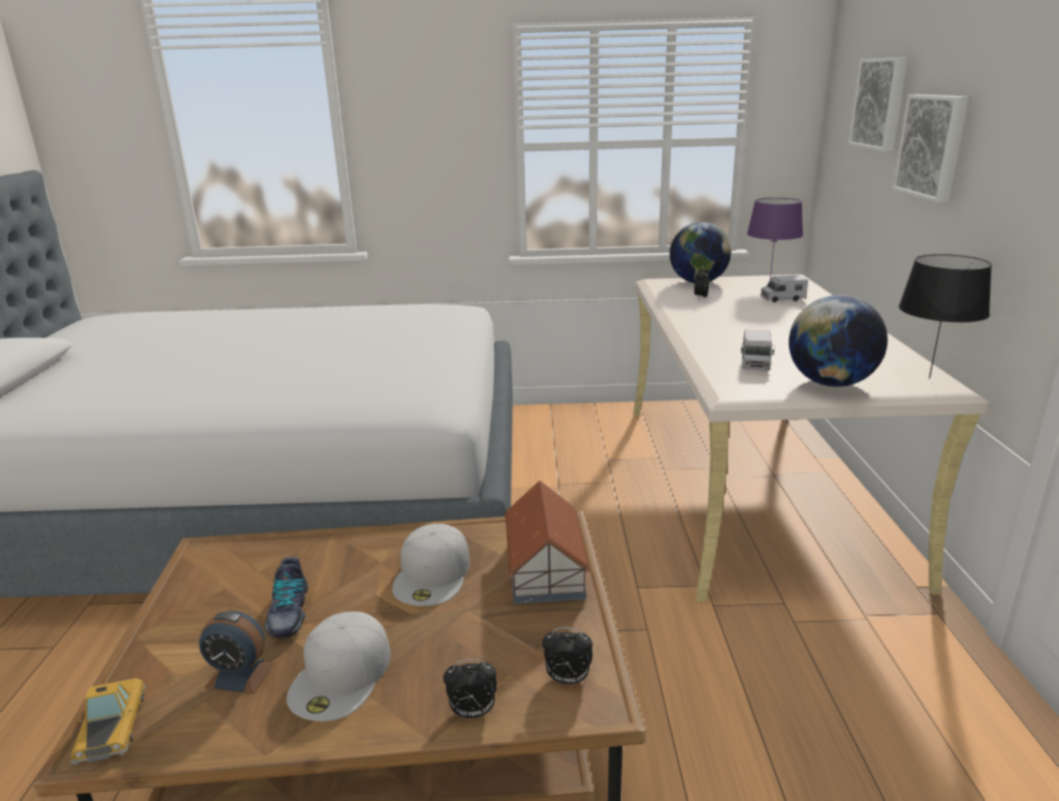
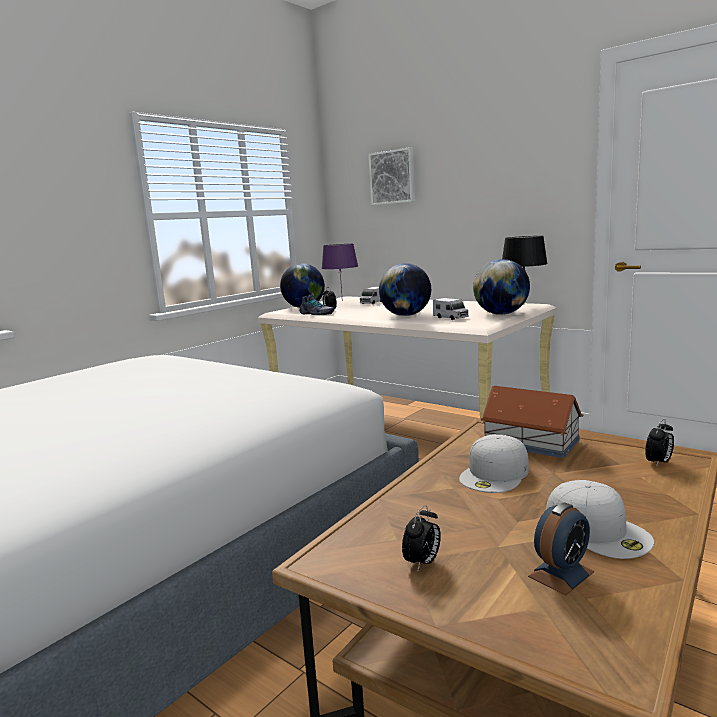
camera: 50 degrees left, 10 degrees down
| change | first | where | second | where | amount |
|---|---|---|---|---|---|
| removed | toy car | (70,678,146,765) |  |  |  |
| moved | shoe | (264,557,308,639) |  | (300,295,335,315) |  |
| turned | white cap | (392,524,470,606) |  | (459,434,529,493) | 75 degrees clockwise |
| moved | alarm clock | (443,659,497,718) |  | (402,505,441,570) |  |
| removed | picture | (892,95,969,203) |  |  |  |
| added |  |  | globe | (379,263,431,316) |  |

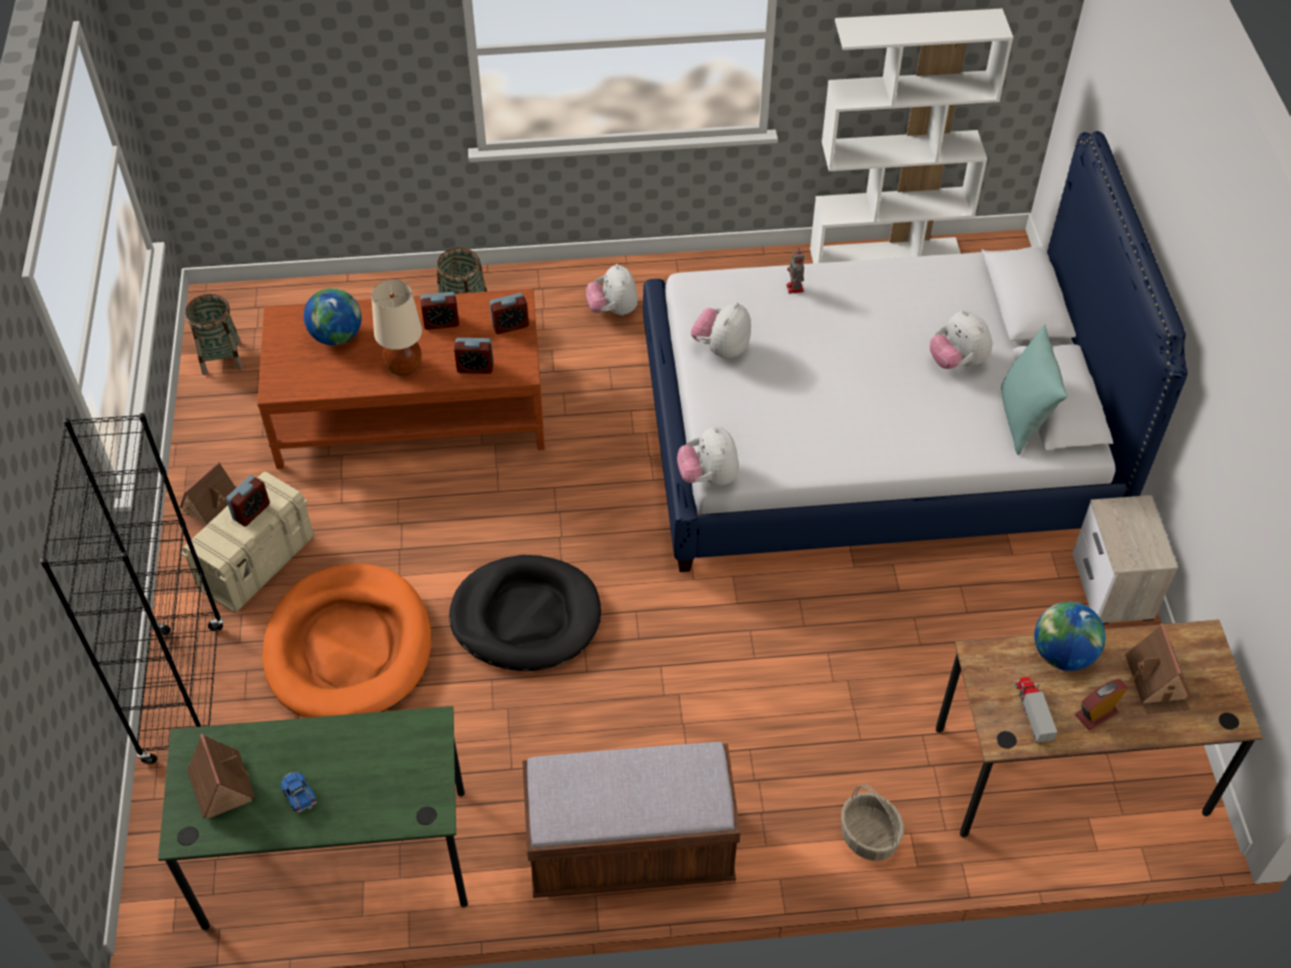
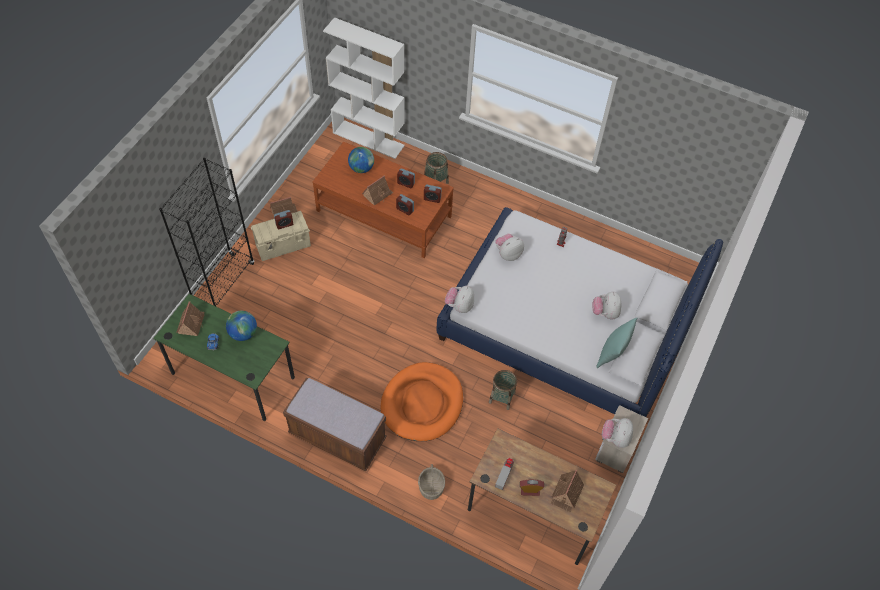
camera: 30 degrees right, 5 degrees up
| change | first | where | second | where | amount |
|---|---|---|---|---|---|
| moved | basket | (185,294,243,375) |  | (489,370,517,410) |  |
| moved | orange dog bed | (263,564,431,718) |  | (380,362,463,441) |  |
| replaced | beige table lamp | (371,280,422,376) | toy house | (362,176,393,206) |  |
| removed | black dog bed | (449,555,601,671) |  |  |  |
| moved | plush toy | (586,264,638,316) |  | (602,418,633,448) |  |
| moved | white bookcase | (810,8,1013,263) |  | (323,17,405,159) |  |
| moved | globe | (1034,602,1105,671) |  | (226,311,257,341) |  |

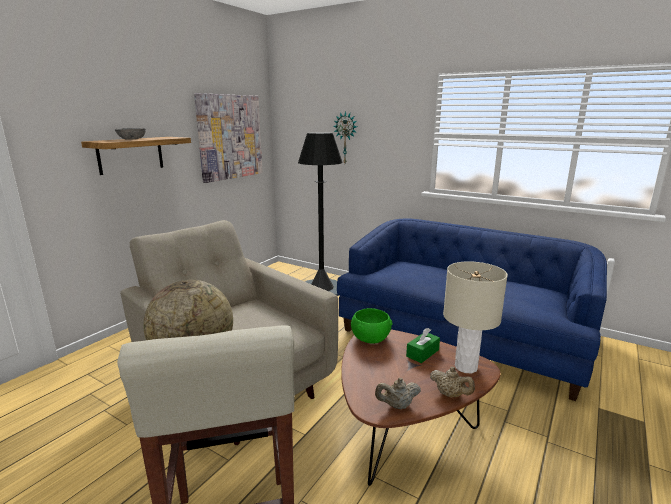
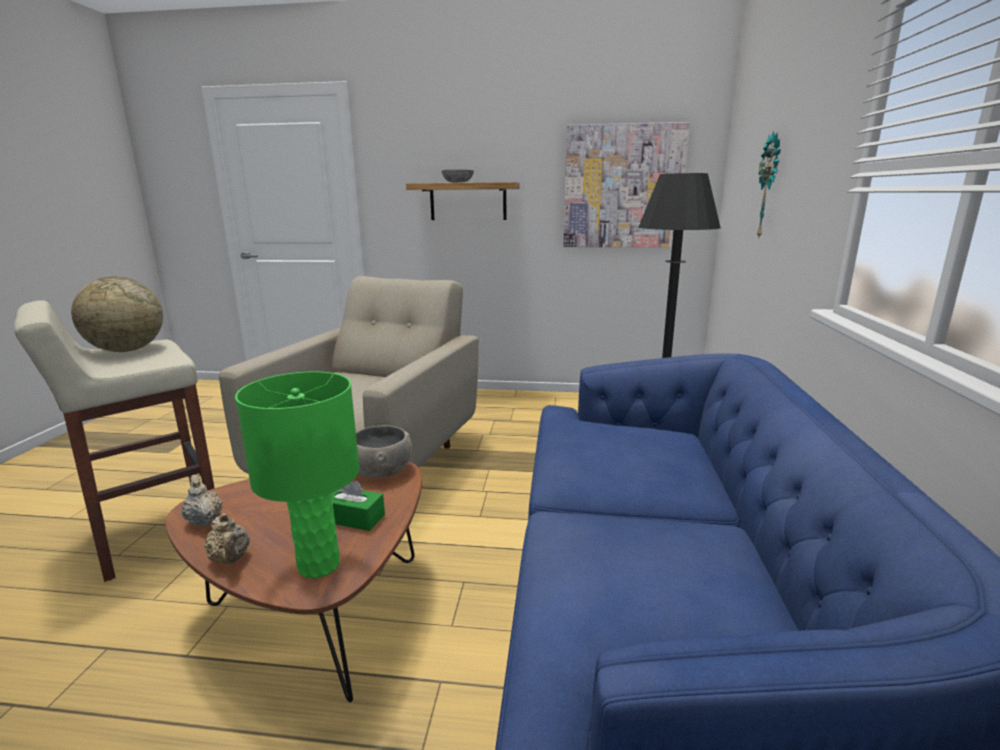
camera: 65 degrees right, 0 degrees up
| change | first | where | second | where | amount |
|---|---|---|---|---|---|
| recoloured | green bowl | (351,308,392,343) | grey bowl | (356,425,412,478) |  |
| turned | beige teapot | (430,367,475,398) |  | (204,513,250,564) | 45 degrees counterclockwise |
| recoloured | beige table lamp | (443,261,508,373) | green table lamp | (235,371,360,579) |  |

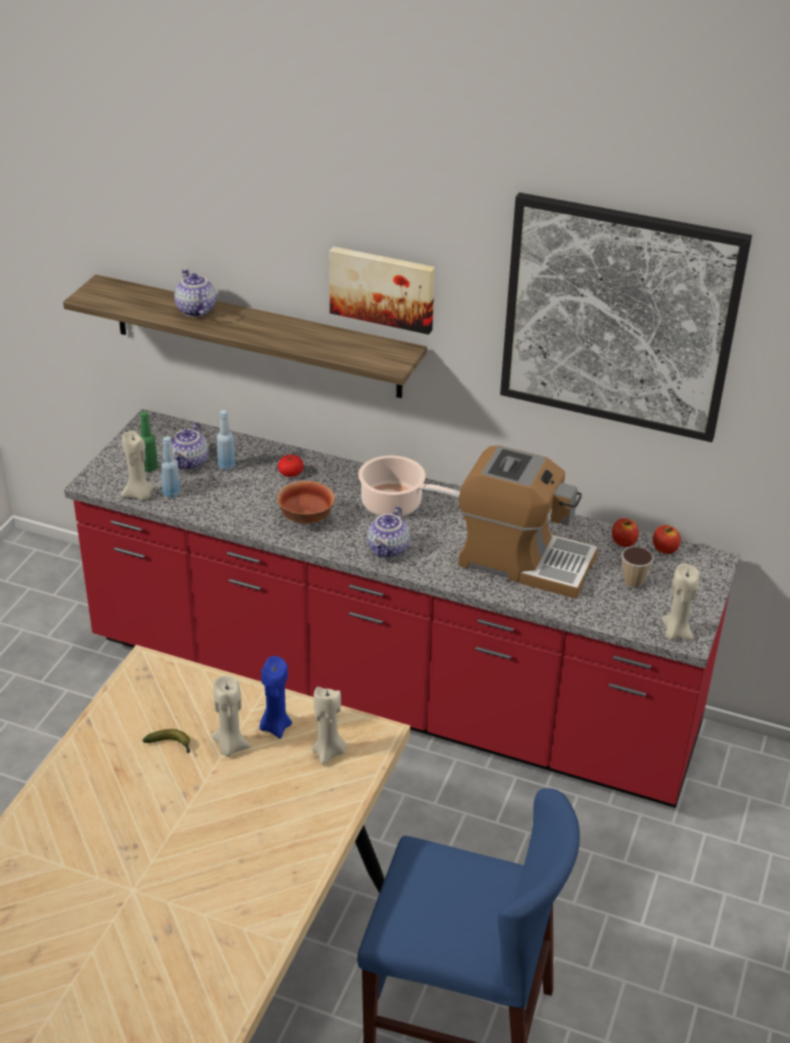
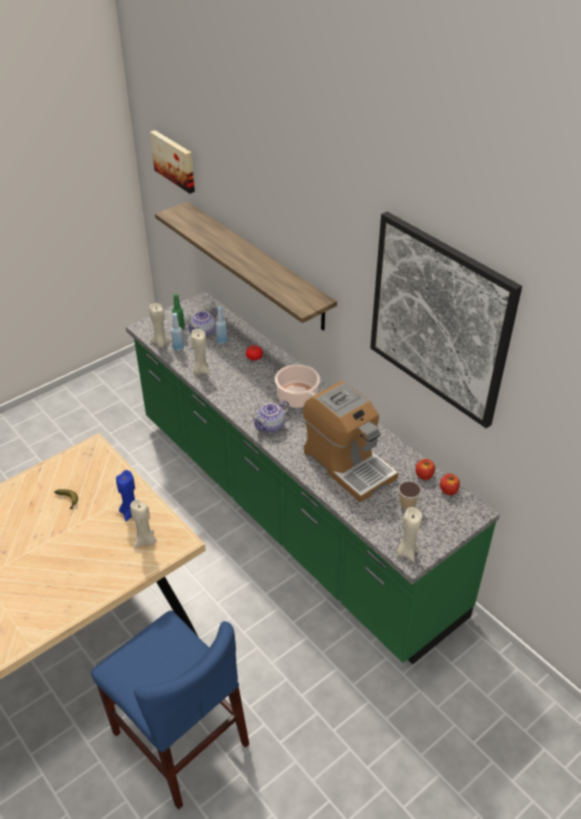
camera: 30 degrees right, 5 degrees up
| change | first | where | second | where | amount |
|---|---|---|---|---|---|
| recoloured | red counter | (64,409,740,808) | green counter | (126,291,500,664) |  |
| removed | teapot | (174,269,216,317) |  |  |  |
| moved | beige candle | (211,676,251,756) |  | (191,329,209,374) |  |
| removed | bowl | (277,481,335,525) |  |  |  |
| moved | picture | (329,246,435,335) |  | (150,130,195,194) |  |

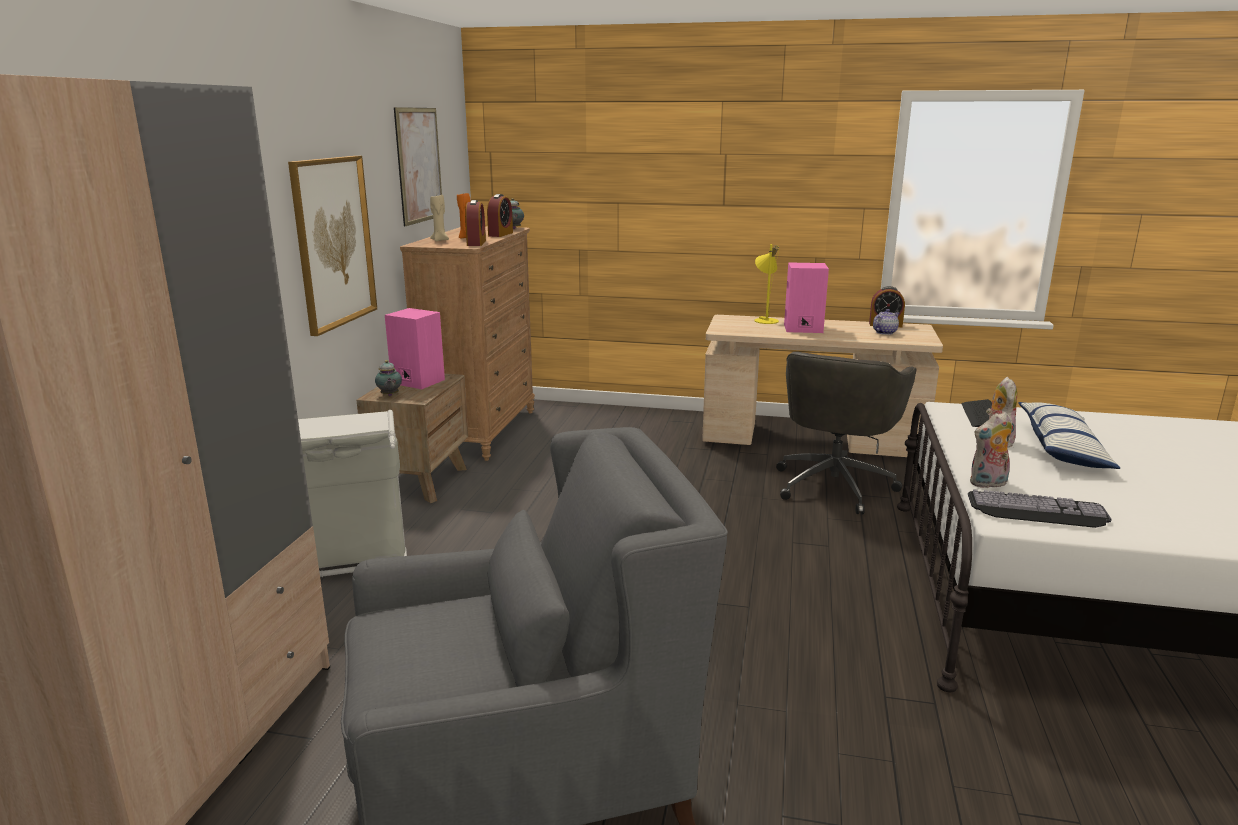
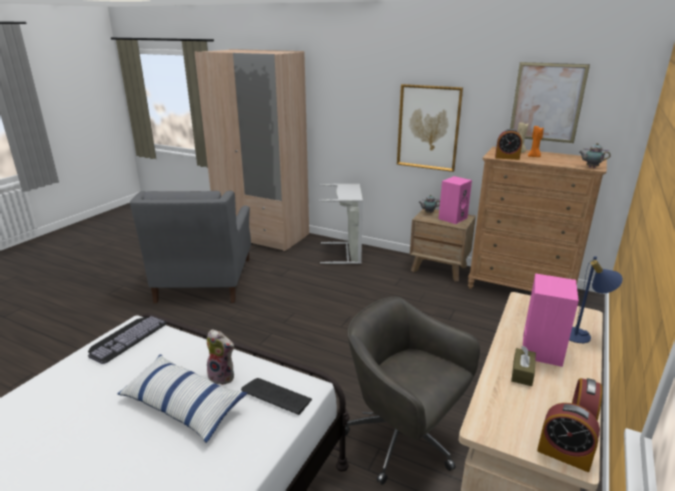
camera: 105 degrees right, 5 degrees up
| change | first | where | second | where | amount |
|---|---|---|---|---|---|
| moved | alarm clock | (487,194,513,237) |  | (537,403,600,472) |  |
| recoloured | yellow table lamp | (755,244,779,324) | blue table lamp | (569,256,623,343) |  |
| removed | teapot | (873,309,899,335) |  |  |  |
| removed | plush toy | (970,412,1012,488) |  |  |  |
| added |  |  | brown tissue box | (511,346,536,386) |  |

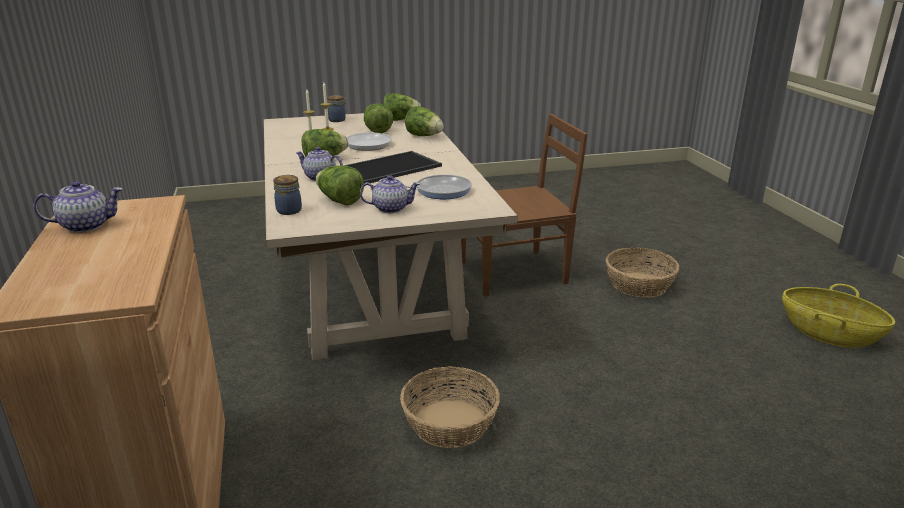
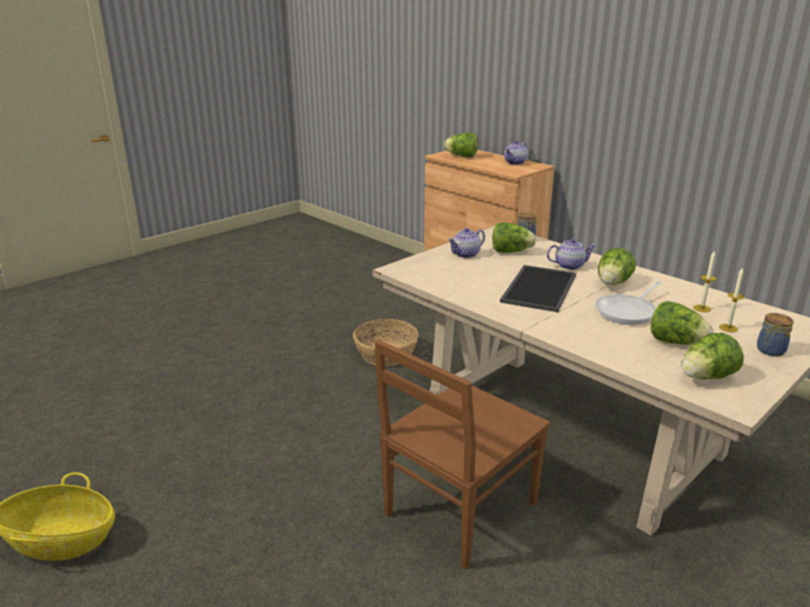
camera: 150 degrees right, 0 degrees up
| change | first | where | second | where | amount |
|---|---|---|---|---|---|
| moved | lettuce | (405,106,444,136) |  | (444,132,478,157) |  |
| removed | frying pan | (406,175,472,199) |  |  |  |
| removed | basket | (606,247,679,298) |  |  |  |

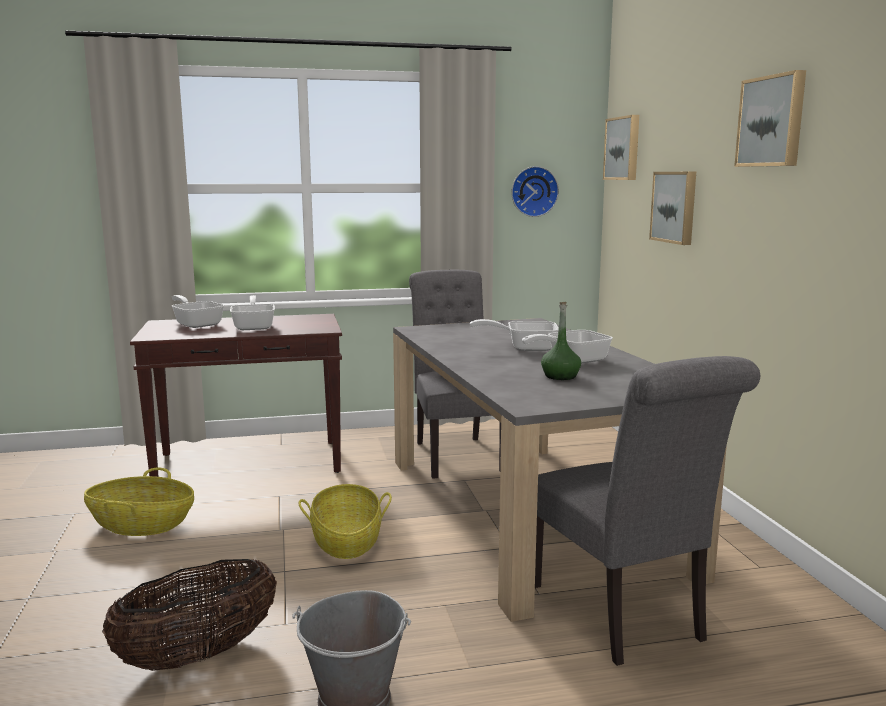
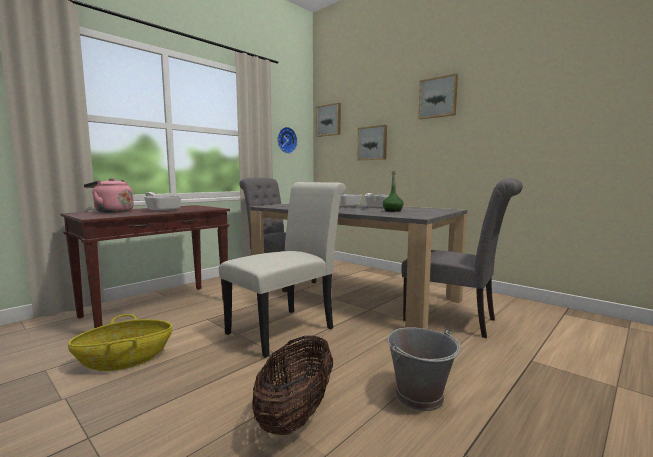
camera: 35 degrees left, 5 degrees down
| change | first | where | second | where | amount |
|---|---|---|---|---|---|
| replaced | frying pan | (172,295,224,328) | pink kettle | (84,178,134,213) |  |
| replaced | basket | (299,484,392,559) | white chair | (219,182,346,358) |  |

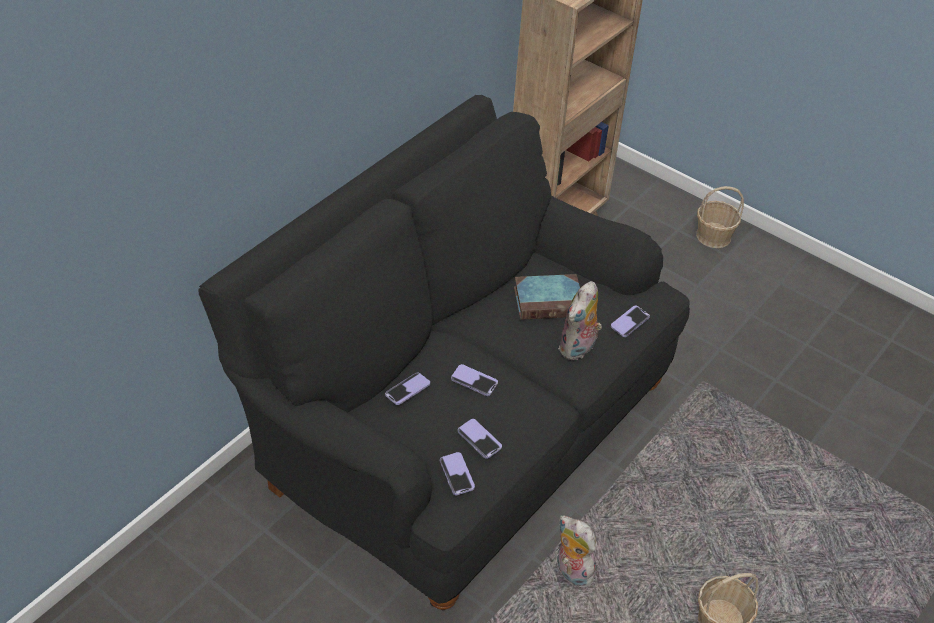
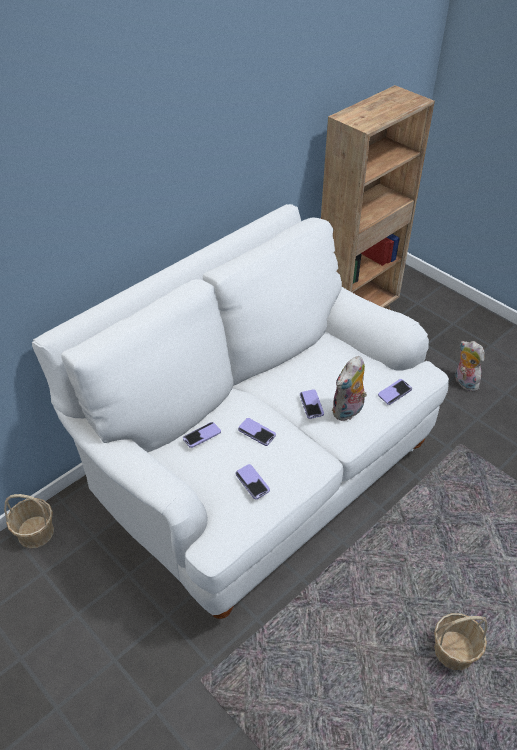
camera: 10 degrees right, 0 degrees up
| change | first | where | second | where | amount |
|---|---|---|---|---|---|
| recoloured | black sofa | (199,95,690,610) | white sofa | (32,204,449,619) |  |
| moved | phone | (440,452,475,495) |  | (300,389,324,419) |  |
| removed | book | (514,274,580,320) |  |  |  |
| moved | plush toy | (557,515,597,588) |  | (455,341,485,391) |  |
| moved | basket | (696,186,744,248) |  | (4,494,54,548) |  |

